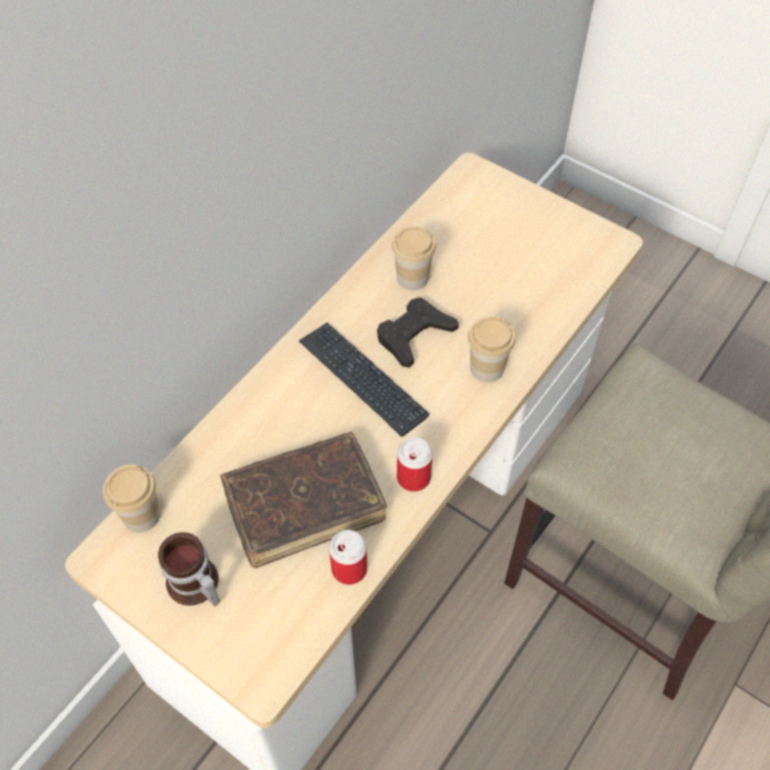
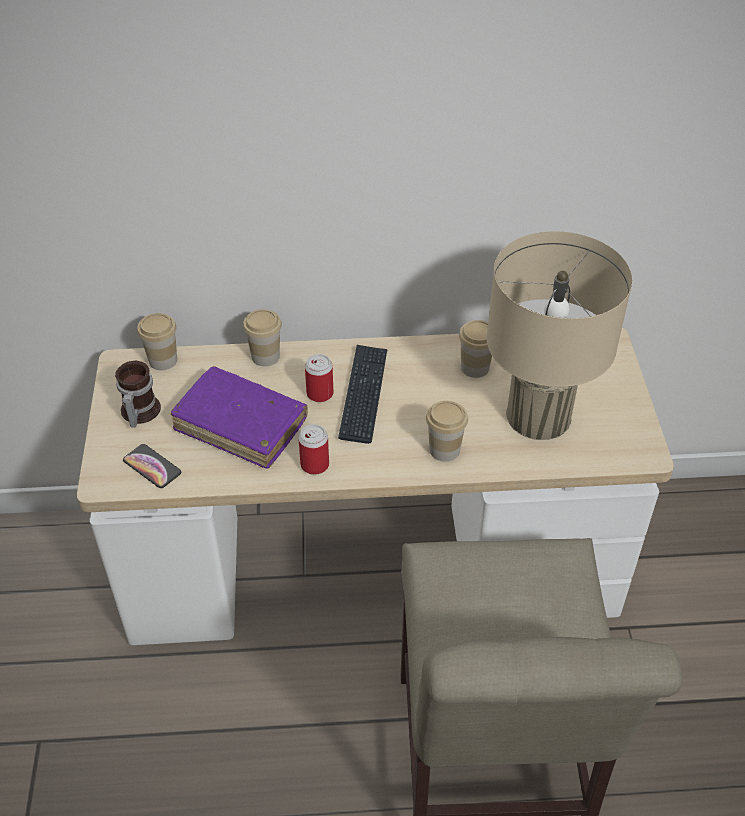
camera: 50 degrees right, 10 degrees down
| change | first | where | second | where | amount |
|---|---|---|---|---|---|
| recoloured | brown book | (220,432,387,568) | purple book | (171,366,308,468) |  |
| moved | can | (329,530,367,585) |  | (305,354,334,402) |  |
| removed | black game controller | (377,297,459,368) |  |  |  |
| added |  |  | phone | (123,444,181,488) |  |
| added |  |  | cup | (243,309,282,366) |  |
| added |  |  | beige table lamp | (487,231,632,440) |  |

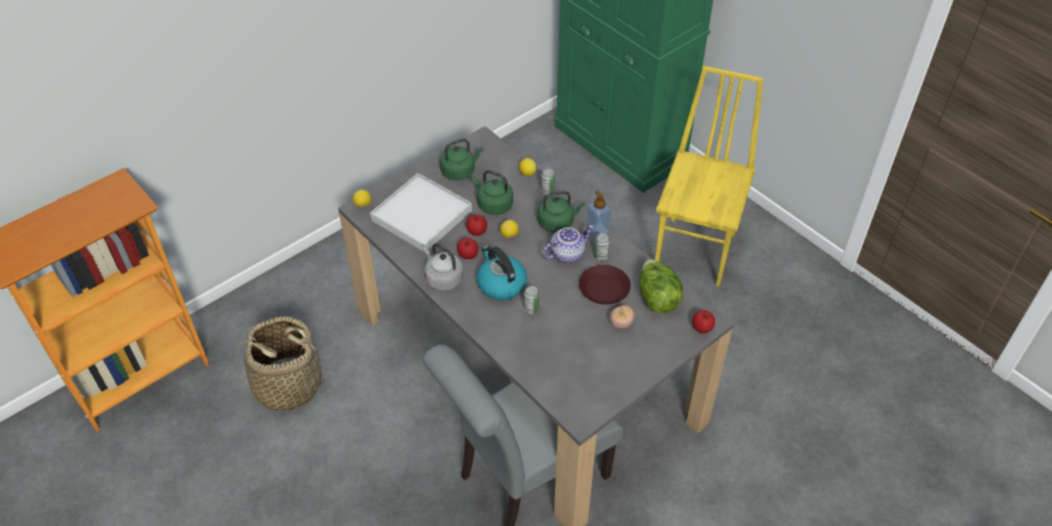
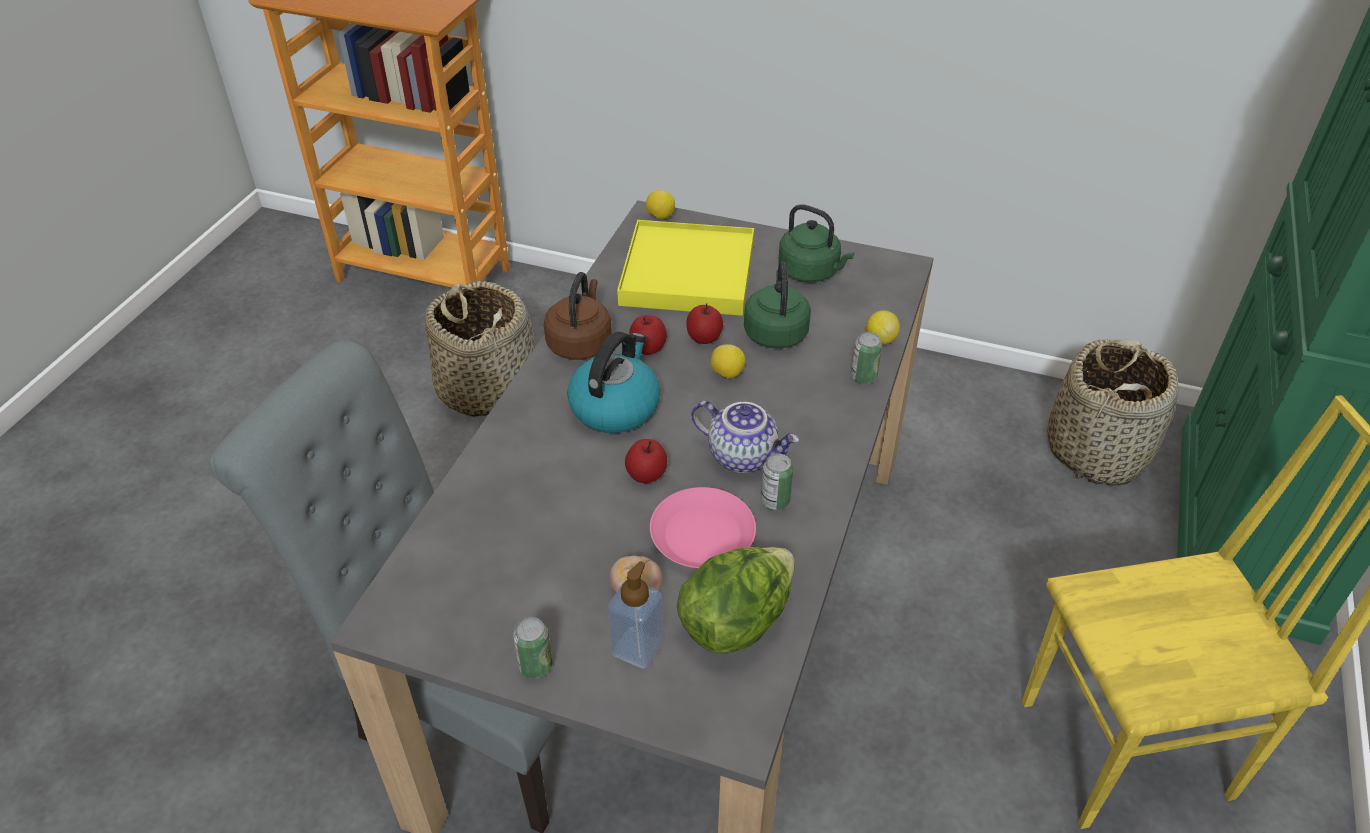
camera: 60 degrees right, 5 degrees down
| change | first | where | second | where | amount |
|---|---|---|---|---|---|
| recoloured | white tray | (370,173,472,252) | yellow tray | (617,220,754,316) |  |
| recoloured | grey kettle | (423,243,464,291) | brown kettle | (544,272,612,360) |  |
| moved | can | (524,286,539,314) |  | (513,617,553,679) |  |
| removed | green kettle | (537,191,585,233) |  |  |  |
| recoloured | brown plate | (579,265,631,305) | pink plate | (650,487,756,568) |  |
| moved | soap dispenser | (587,191,611,238) |  | (608,561,664,669) |  |
| moved | apple | (692,310,715,334) |  | (625,439,667,483) |  |
| added |  |  | basket | (1047,339,1179,486) |  |

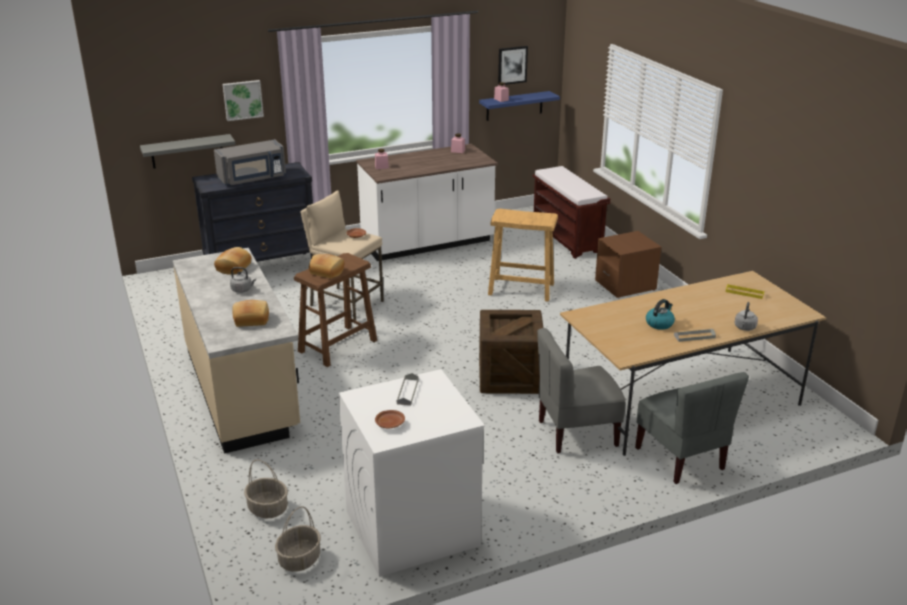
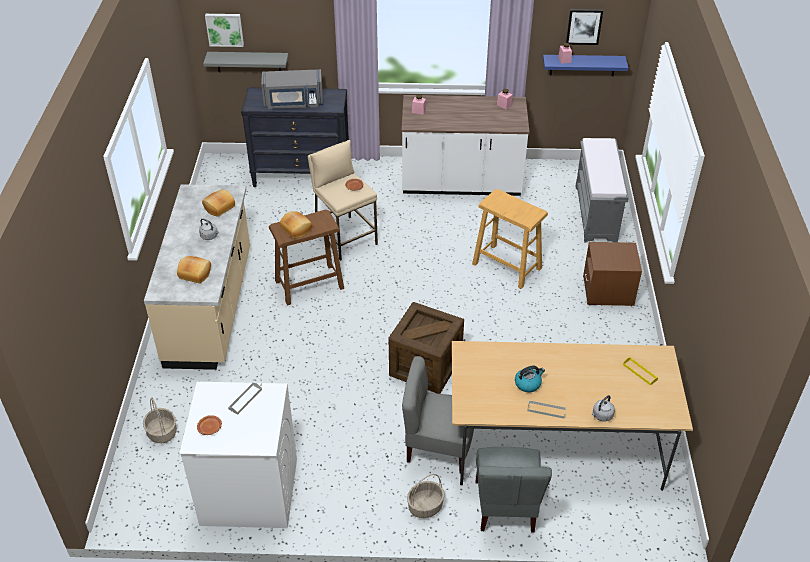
camera: 25 degrees right, 15 degrees up
| change | first | where | second | where | amount |
|---|---|---|---|---|---|
| moved | picture | (223,80,264,121) |  | (205,14,244,47) |  |
| moved | basket | (275,506,321,572) |  | (407,474,445,518) |  |
| recoloured | brown bench | (532,166,610,259) | grey bench | (575,138,629,242) |  |

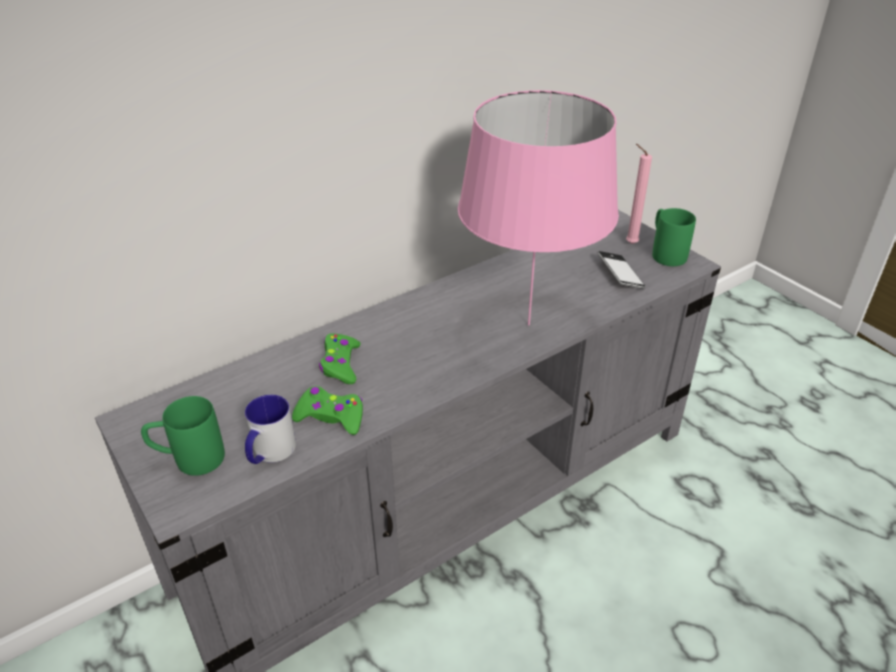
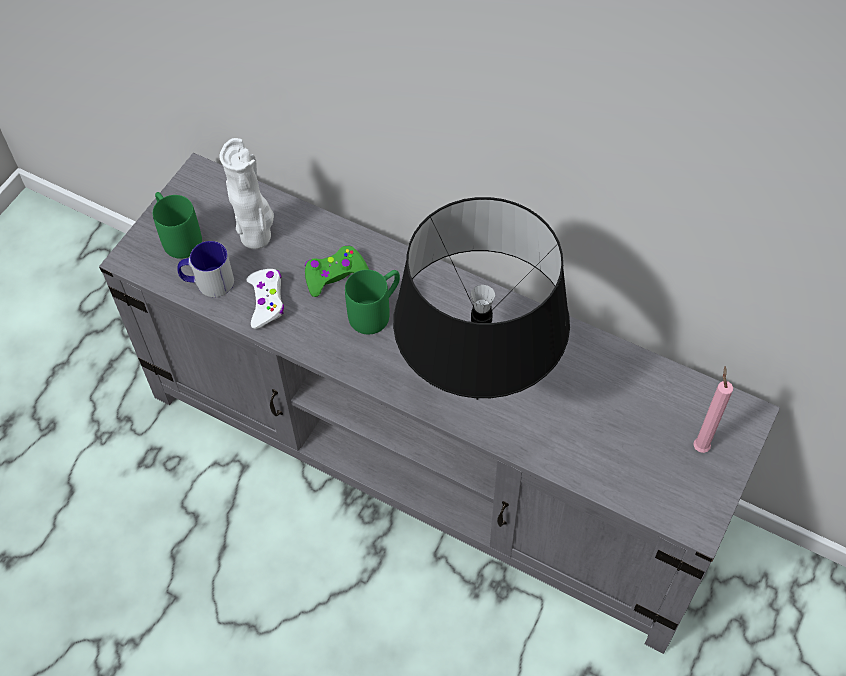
camera: 65 degrees right, 20 degrees up
| change | first | where | second | where | amount |
|---|---|---|---|---|---|
| recoloured | green game controller | (292,386,363,435) | white game controller | (247,269,284,329) |  |
| recoloured | pink table lamp | (458,90,619,325) | black table lamp | (393,197,570,400) |  |
| removed | phone | (598,251,645,289) |  |  |  |
| moved | green mug | (652,208,696,266) |  | (345,270,400,334) |  |
| added |  |  | white vase | (219,138,274,249) |  |

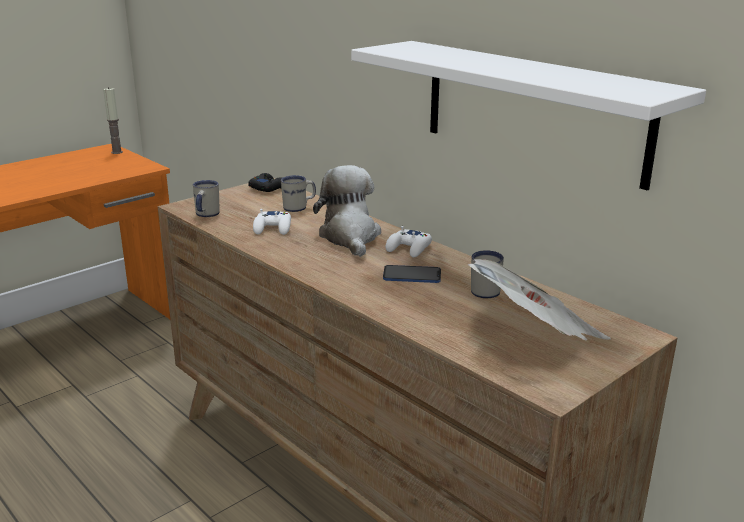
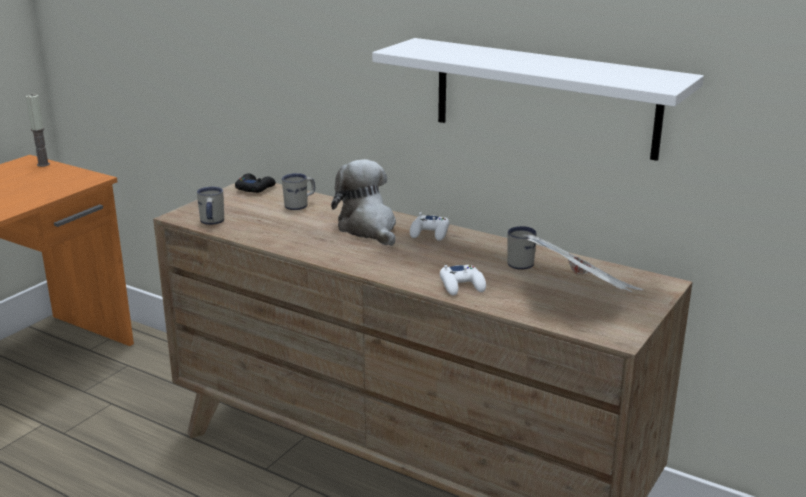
camera: 15 degrees left, 0 degrees up
| change | first | where | second | where | amount |
|---|---|---|---|---|---|
| moved | white game controller | (253,209,291,235) |  | (440,265,486,296) |  |
| removed | phone | (383,265,441,283) |  |  |  |

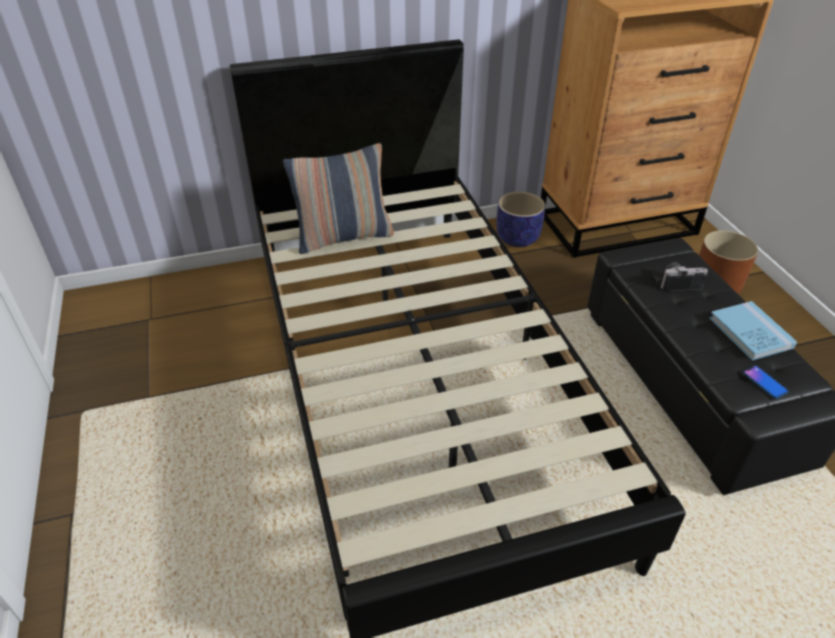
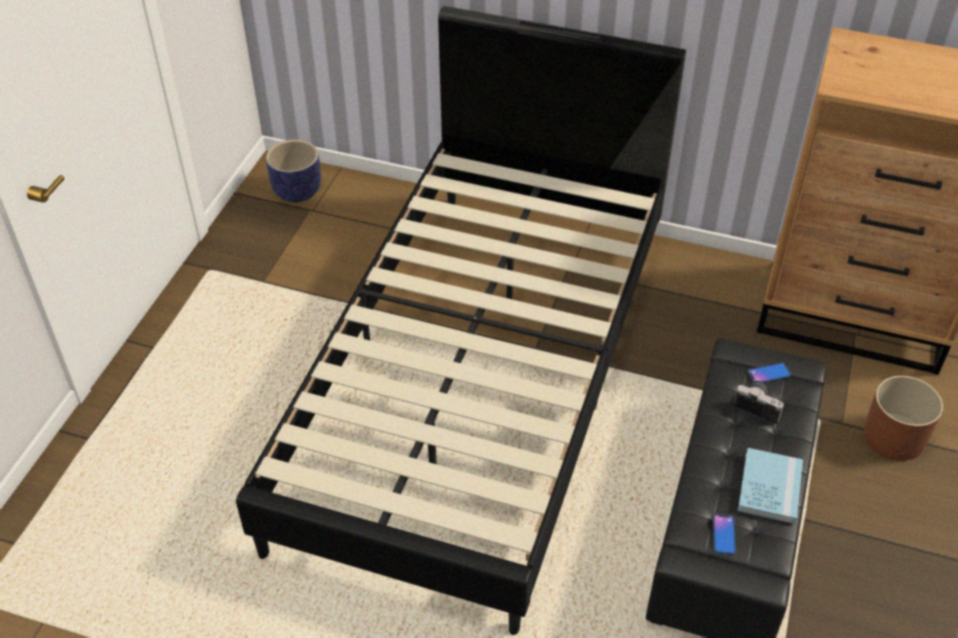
camera: 35 degrees right, 5 degrees up
| change | first | where | second | where | amount |
|---|---|---|---|---|---|
| removed | pillow | (283,143,394,254) |  |  |  |
| moved | planter | (496,192,545,247) |  | (266,140,321,203) |  |
| added |  |  | phone | (748,363,791,383) |  |

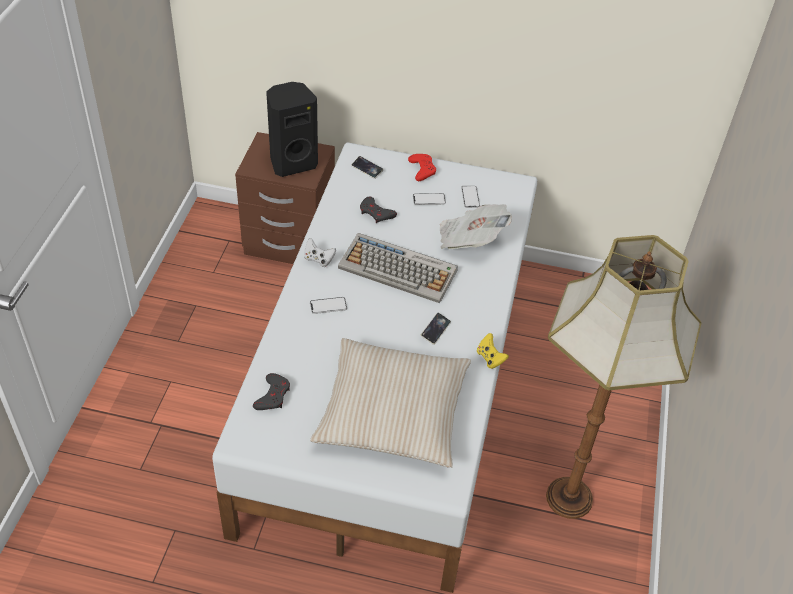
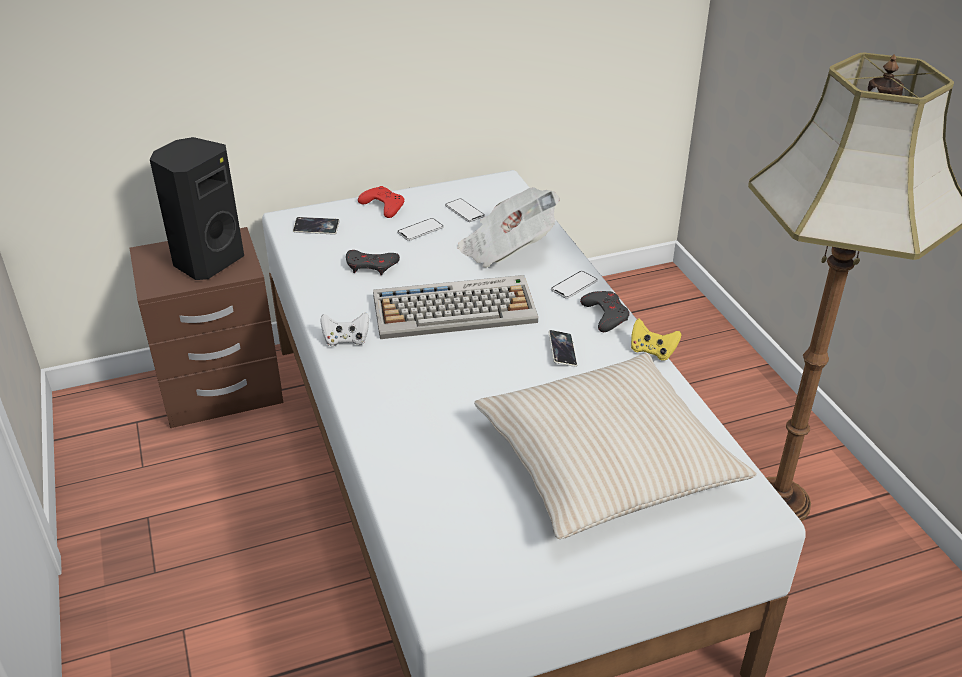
camera: 30 degrees left, 10 degrees down
| change | first | where | second | where | amount |
|---|---|---|---|---|---|
| moved | grey game controller | (253,373,290,410) |  | (580,291,629,332) |  |
| moved | phone | (310,297,347,314) |  | (551,271,598,299) |  |

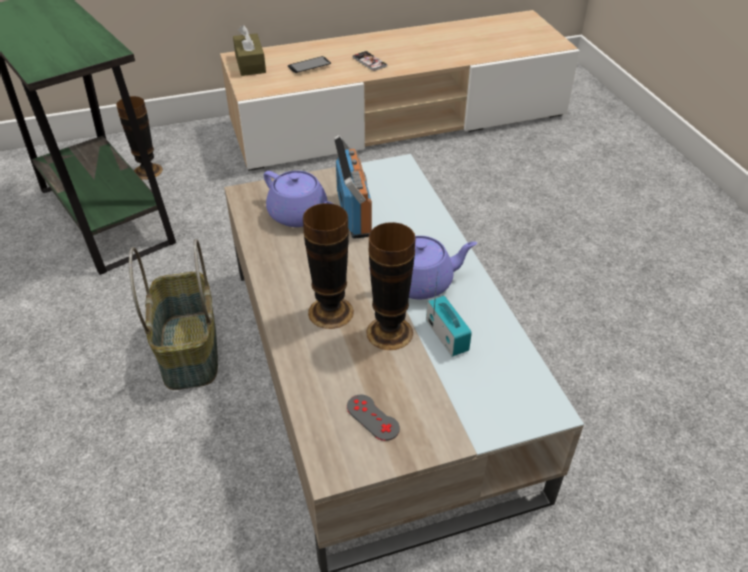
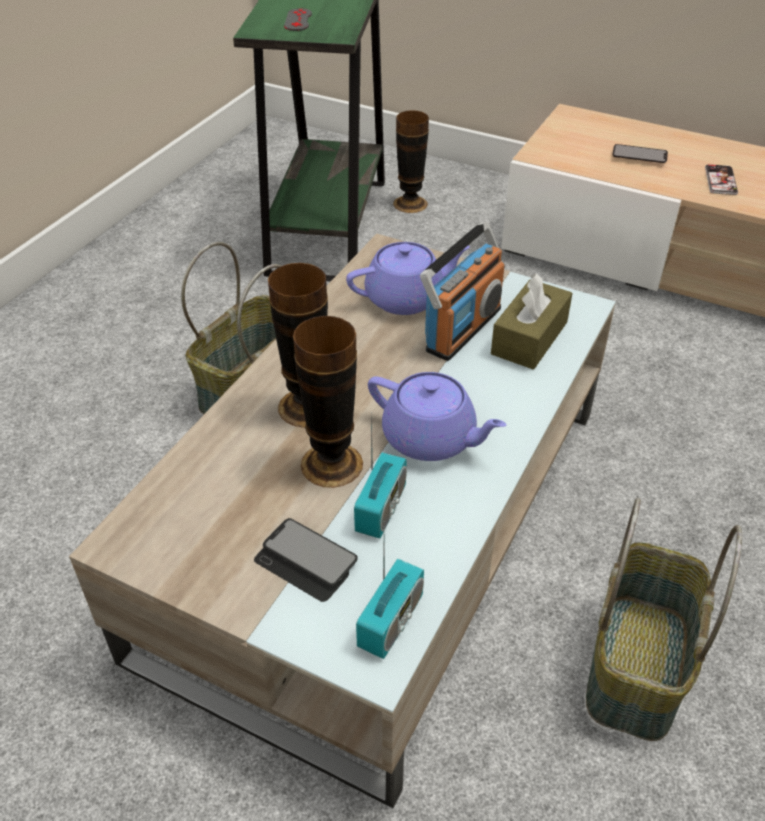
camera: 45 degrees right, 0 degrees up
| change | first | where | second | where | amount |
|---|---|---|---|---|---|
| moved | brown tissue box | (233,25,266,76) |  | (491,274,572,369) |  |
| turned | purple teapot | (264,171,333,227) |  | (346,242,470,315) | 105 degrees counterclockwise |
| moved | grey game controller | (347,395,400,441) |  | (284,8,312,31) |  |
| added |  |  | phone | (254,518,358,602) |  |
| added |  |  | radio | (356,541,424,659) |  |
| added |  |  | basket | (586,498,742,741) |  |

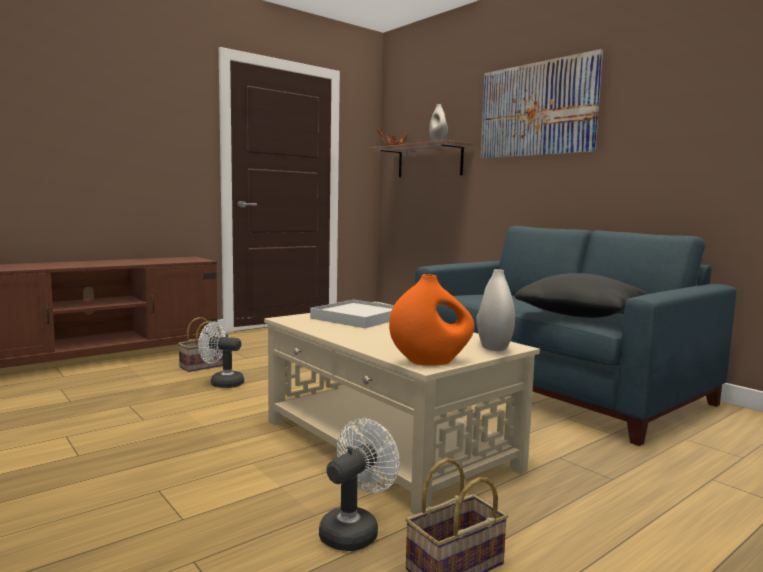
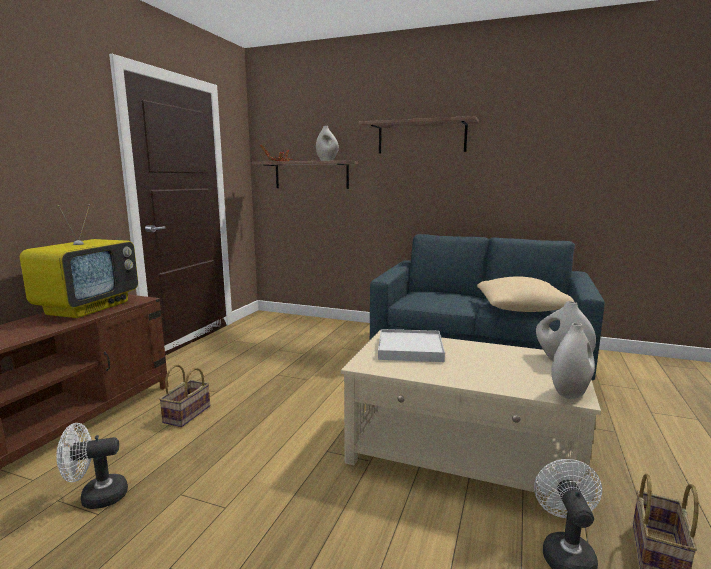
camera: 30 degrees left, 5 degrees up
| change | first | where | second | where | amount |
|---|---|---|---|---|---|
| moved | white fan | (198,322,244,388) |  | (56,423,128,509) |  |
| recoloured | orange vase | (389,274,475,366) | white vase | (551,323,595,399) |  |
| replaced | picture | (480,49,603,158) | shelf | (359,116,479,154) |  |
| recoloured | black pillow | (515,273,647,318) | beige pillow | (477,276,574,312) |  |
| added |  |  | television | (20,204,138,318) |  |

